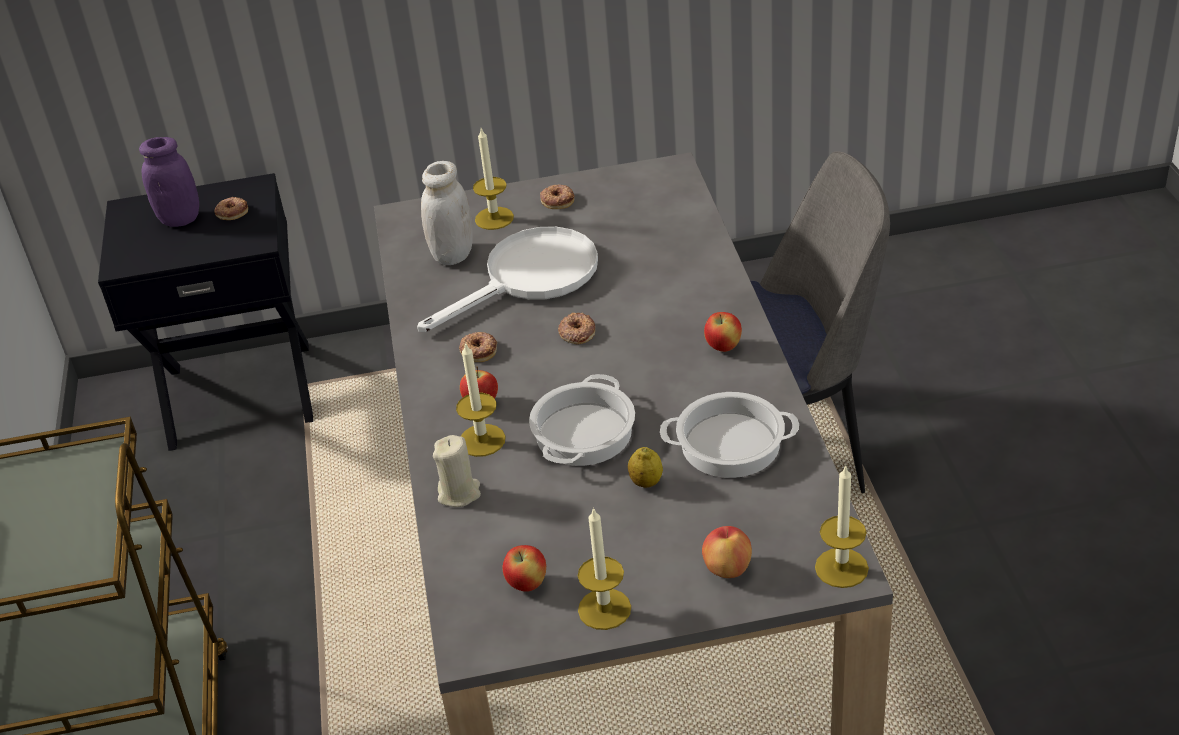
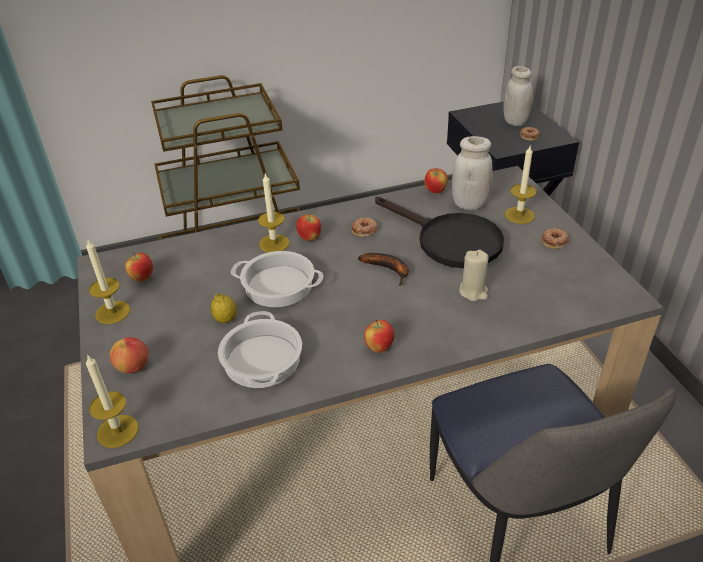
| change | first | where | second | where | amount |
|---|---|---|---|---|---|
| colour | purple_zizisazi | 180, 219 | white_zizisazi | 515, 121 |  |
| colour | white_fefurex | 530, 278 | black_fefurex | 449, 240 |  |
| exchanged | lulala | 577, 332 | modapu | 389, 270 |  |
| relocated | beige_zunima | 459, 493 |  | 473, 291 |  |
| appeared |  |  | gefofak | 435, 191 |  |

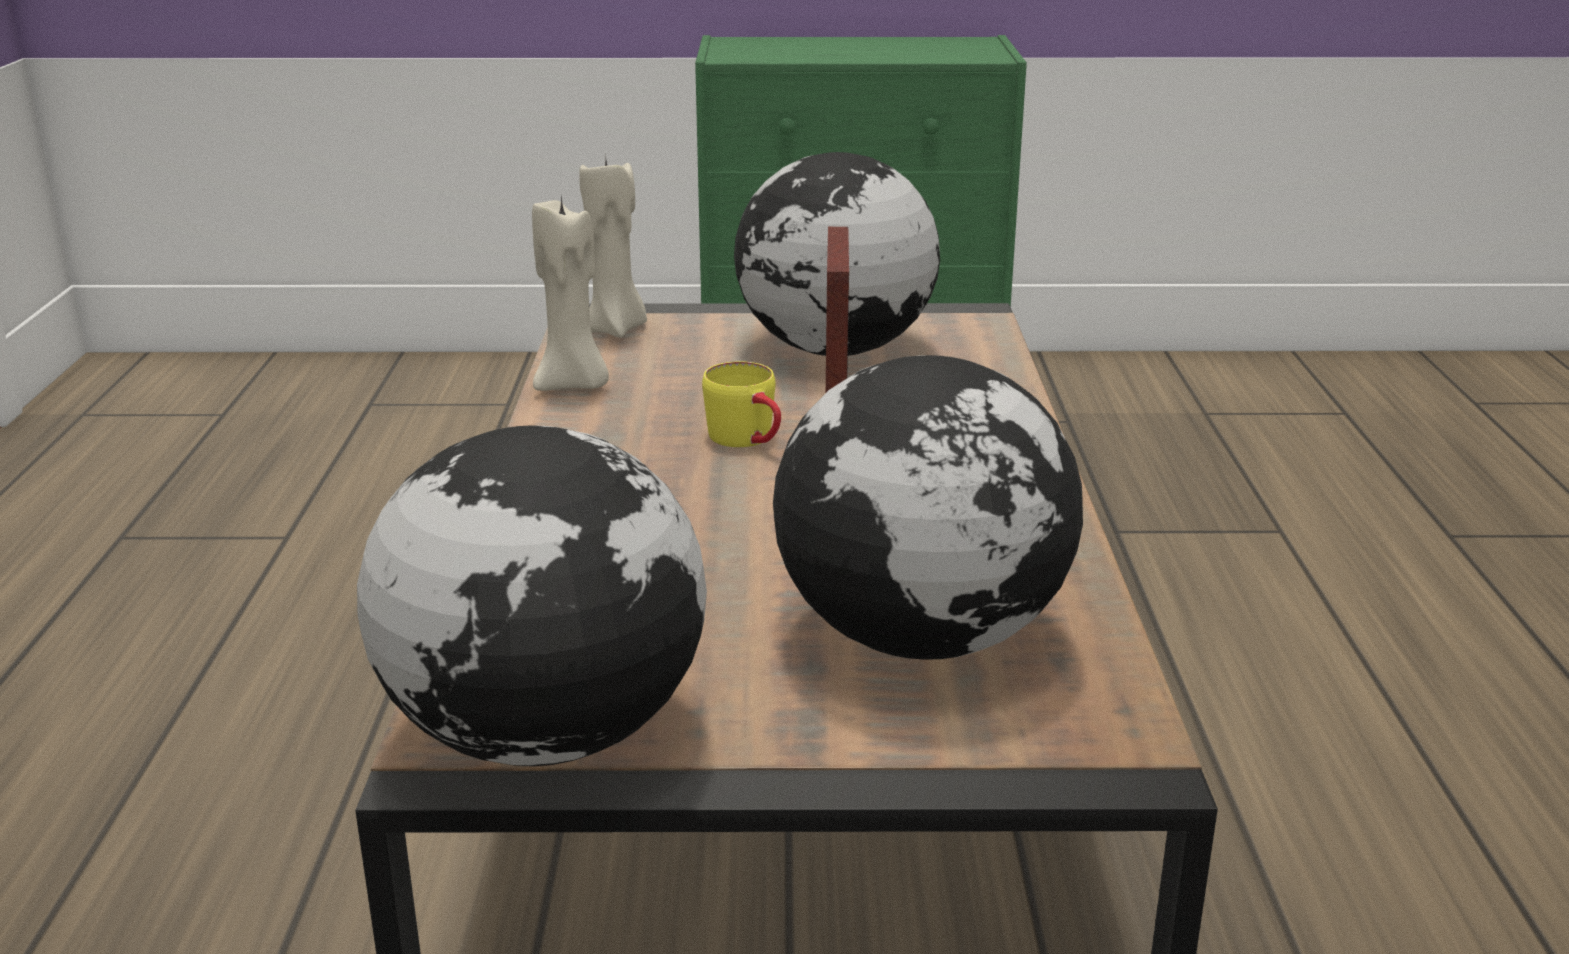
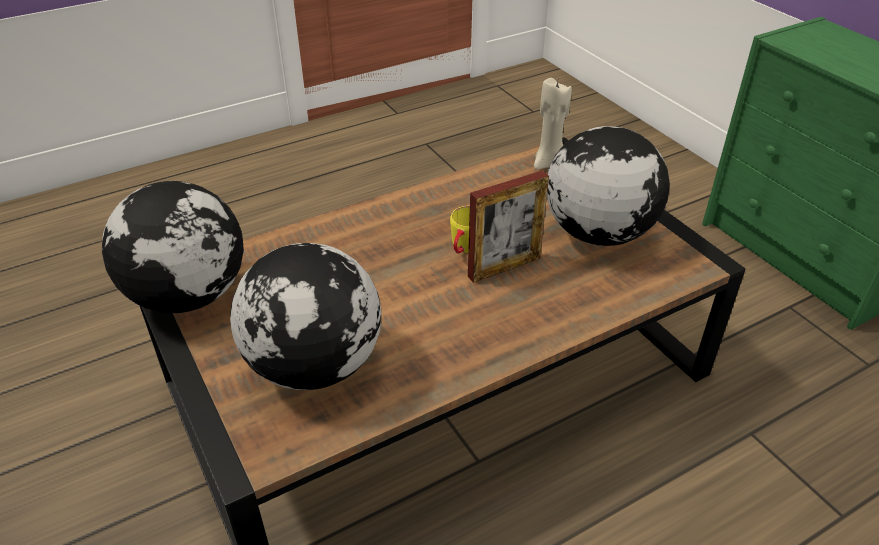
| change | first | where | second | where | amount |
|---|---|---|---|---|---|
| missing | beige_zunima | 574, 385 |  |  |  |

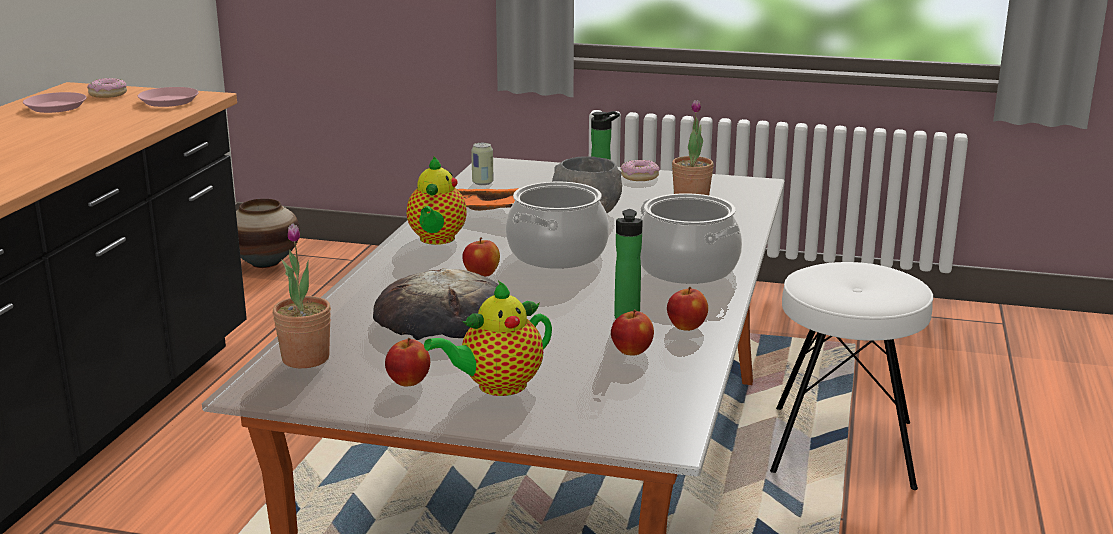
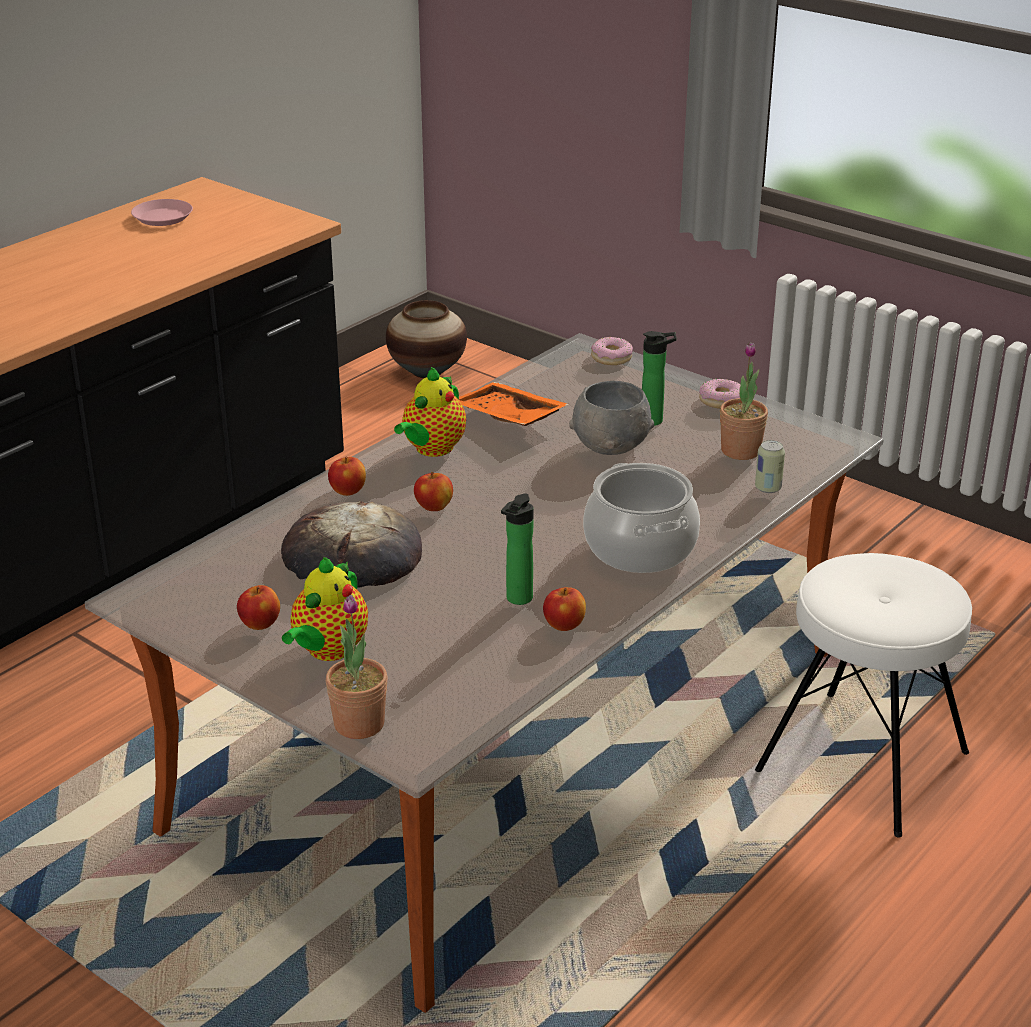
| change | first | where | second | where | amount |
|---|---|---|---|---|---|
| relocated | lulala | 108, 94 |  | 611, 357 |  |
| missing | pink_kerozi | 169, 101 |  |  |  |
| relocated | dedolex | 482, 183 |  | 768, 488 |  |
| missing | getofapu | 556, 254 |  |  |  |
| relocated | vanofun | 305, 358 |  | 359, 724 |  |
| spun | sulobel | 497, 386 |  | 328, 650 | 60 degrees counterclockwise |
| relocated | gefofak | 631, 351 |  | 348, 491 |  |

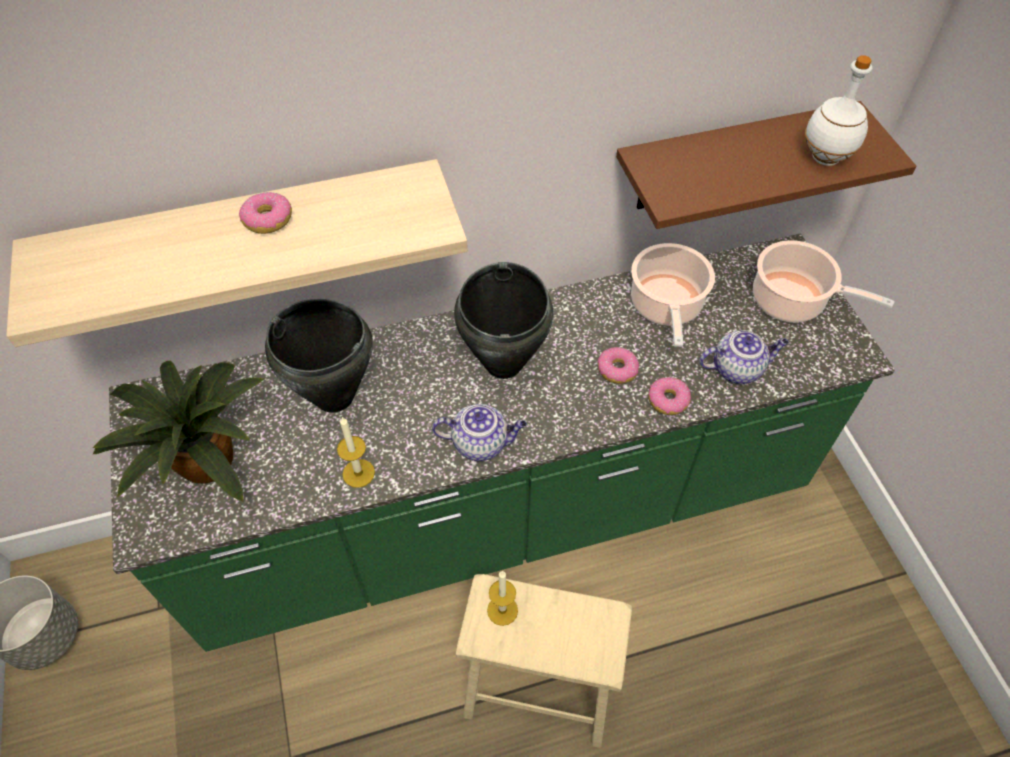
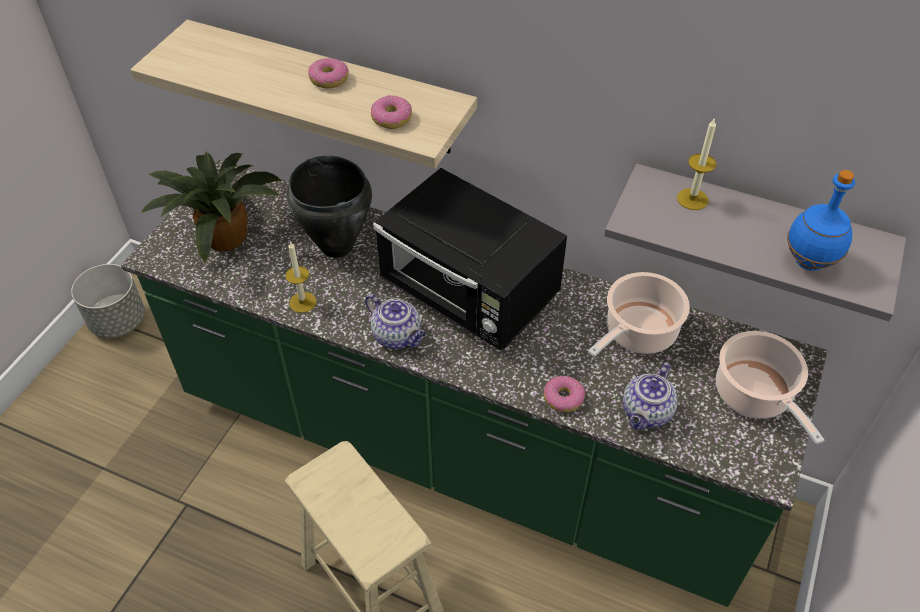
| change | first | where | second | where | amount |
|---|---|---|---|---|---|
| colour | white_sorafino | 825, 158 | blue_sorafino | 808, 262 |  |
| colour | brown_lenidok | 732, 157 | grey_lenidok | 755, 229 |  |
| exchanged | black_getofapu | 504, 363 | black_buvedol | 469, 295 |  |
| spun | sulobel | 737, 368 |  | 646, 413 | 90 degrees clockwise |
| relocated | lulala | 617, 370 |  | 391, 118 |  |
| relocated | zunima | 502, 610 |  | 692, 199 |  |

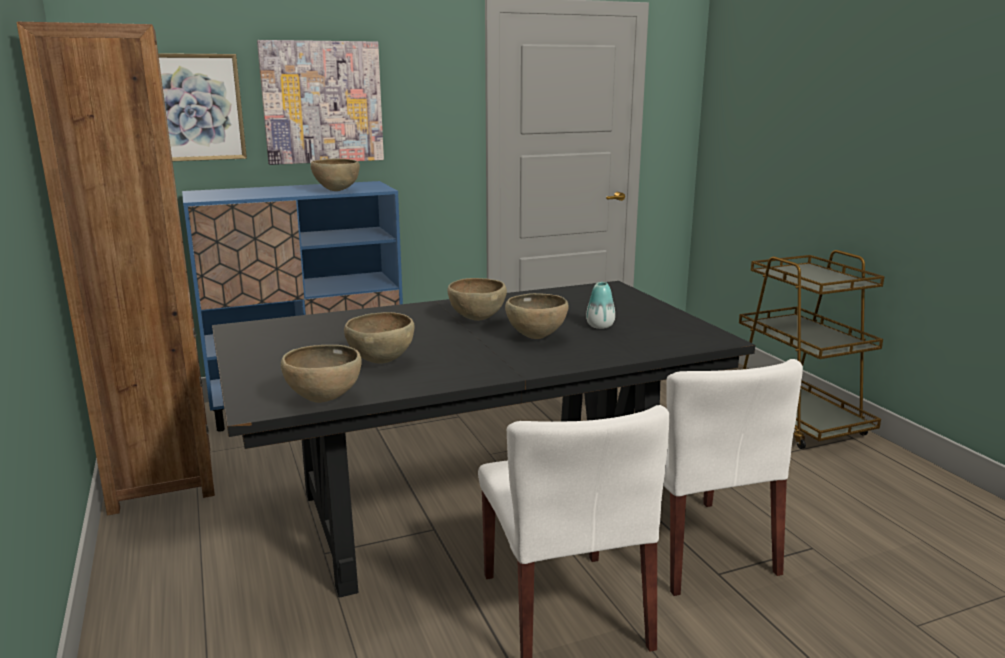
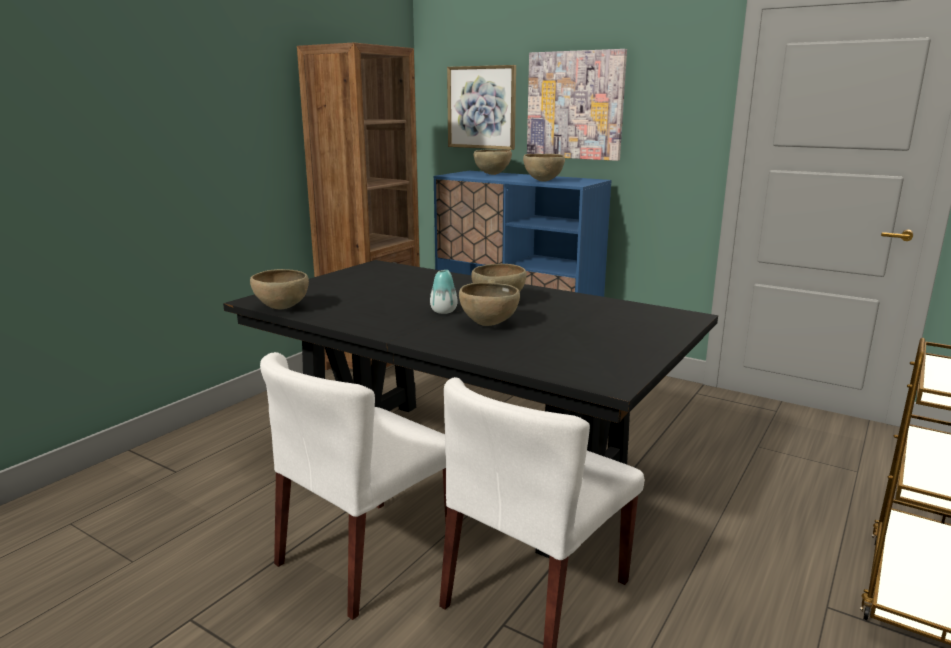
| change | first | where | second | where | amount |
|---|---|---|---|---|---|
| relocated | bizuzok | 600, 326 |  | 443, 311 |  |
| relocated | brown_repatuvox | 381, 361 |  | 492, 174 |  |

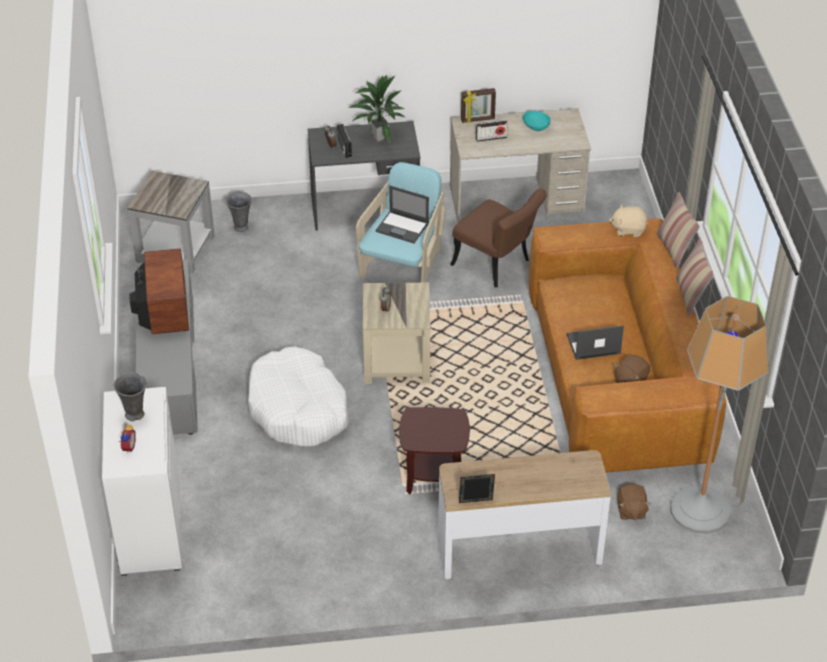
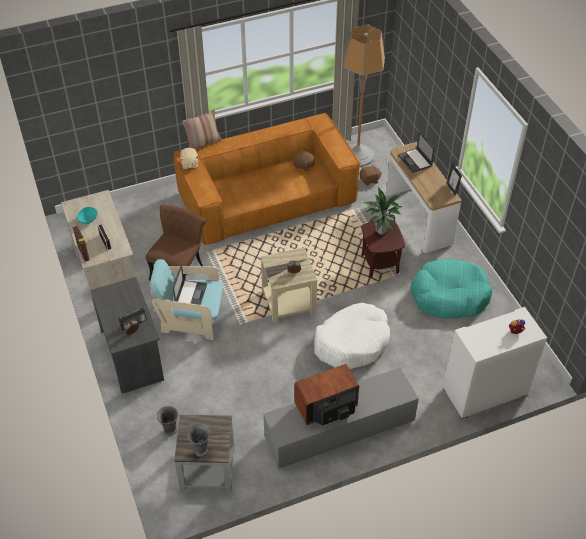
| change | first | where | second | where | amount |
|---|---|---|---|---|---|
| relocated | vanofun | 379, 137 |  | 381, 231 |  |
| missing | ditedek | 690, 296 |  |  |  |
| relocated | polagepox | 592, 344 |  | 415, 161 |  |
| relocated | grey_bizuzok | 135, 415 |  | 201, 450 |  |
| appeared |  |  | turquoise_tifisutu | 449, 296 |  |

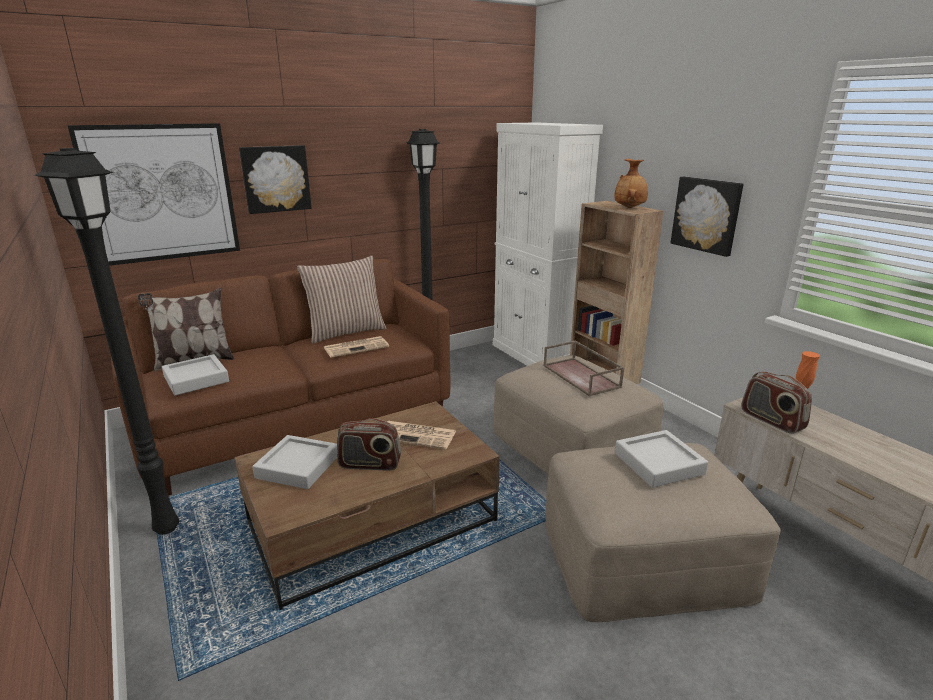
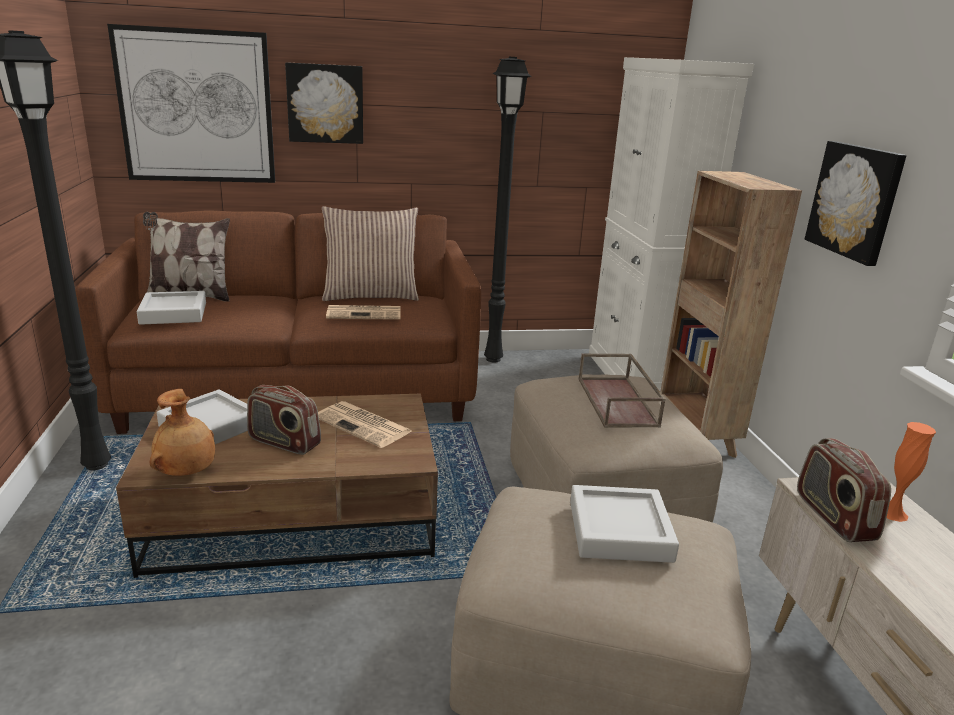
| change | first | where | second | where | amount |
|---|---|---|---|---|---|
| relocated | brown_bizuzok | 630, 208 |  | 187, 472 |  |

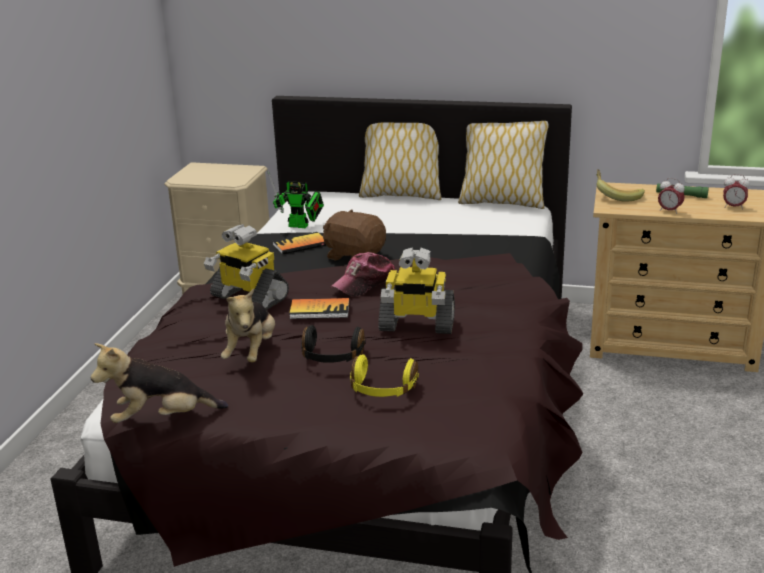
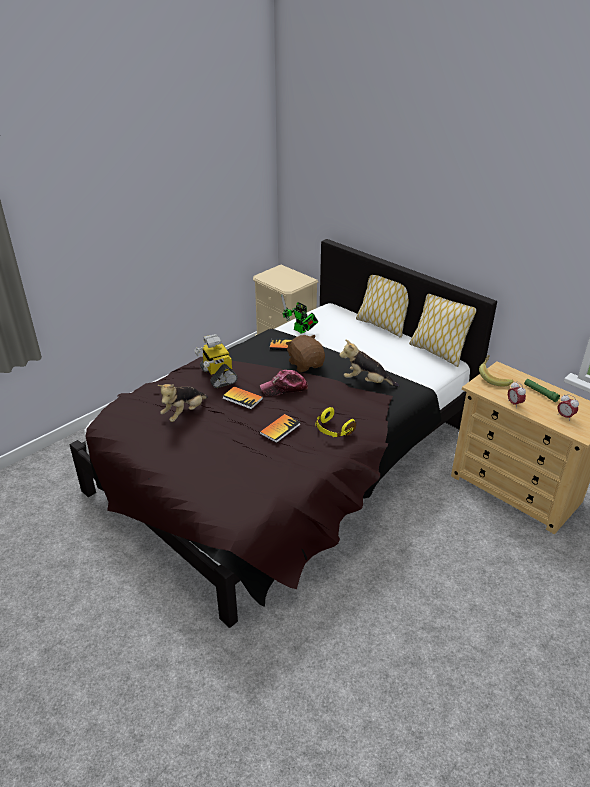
| change | first | where | second | where | amount |
|---|---|---|---|---|---|
| exchanged | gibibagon | 416, 325 | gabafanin | 280, 429 |  |
| missing | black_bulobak | 332, 357 |  |  |  |
| relocated | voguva | 161, 419 |  | 366, 382 |  |
| relocated | yellow_bulobak | 382, 390 |  | 333, 430 |  |

